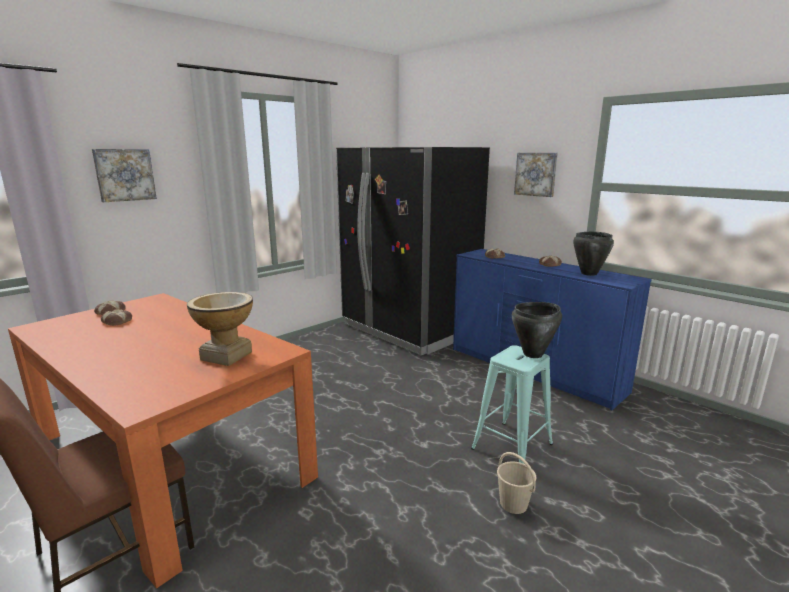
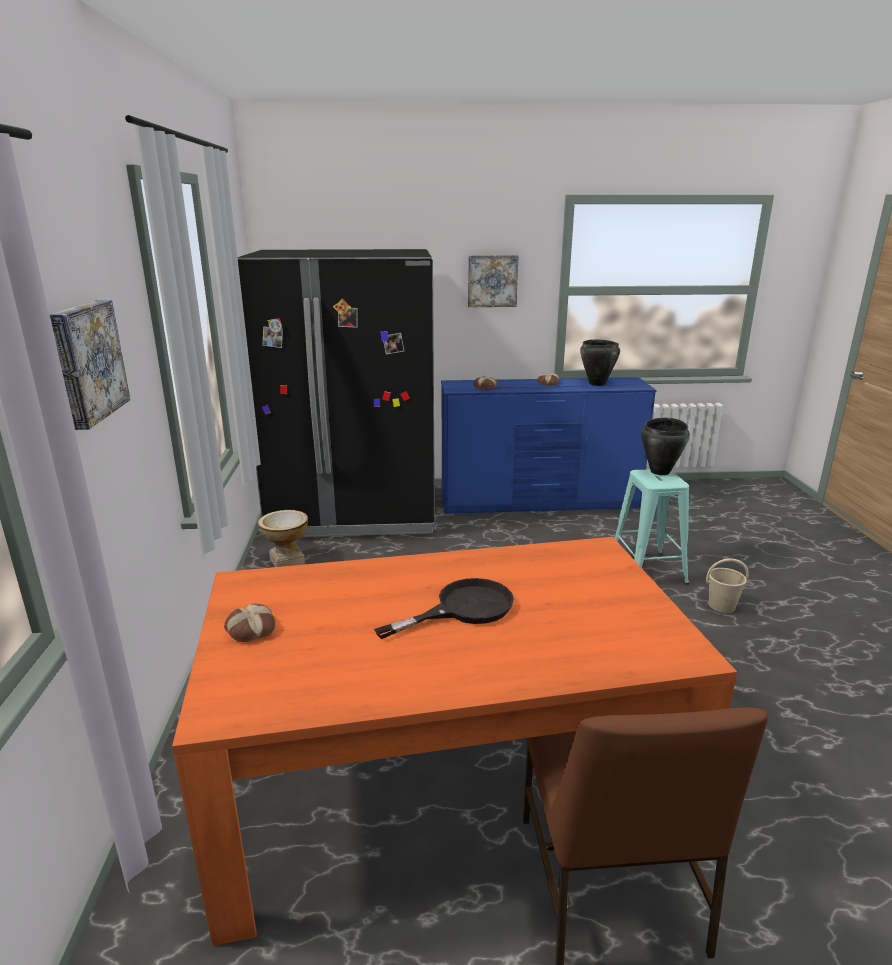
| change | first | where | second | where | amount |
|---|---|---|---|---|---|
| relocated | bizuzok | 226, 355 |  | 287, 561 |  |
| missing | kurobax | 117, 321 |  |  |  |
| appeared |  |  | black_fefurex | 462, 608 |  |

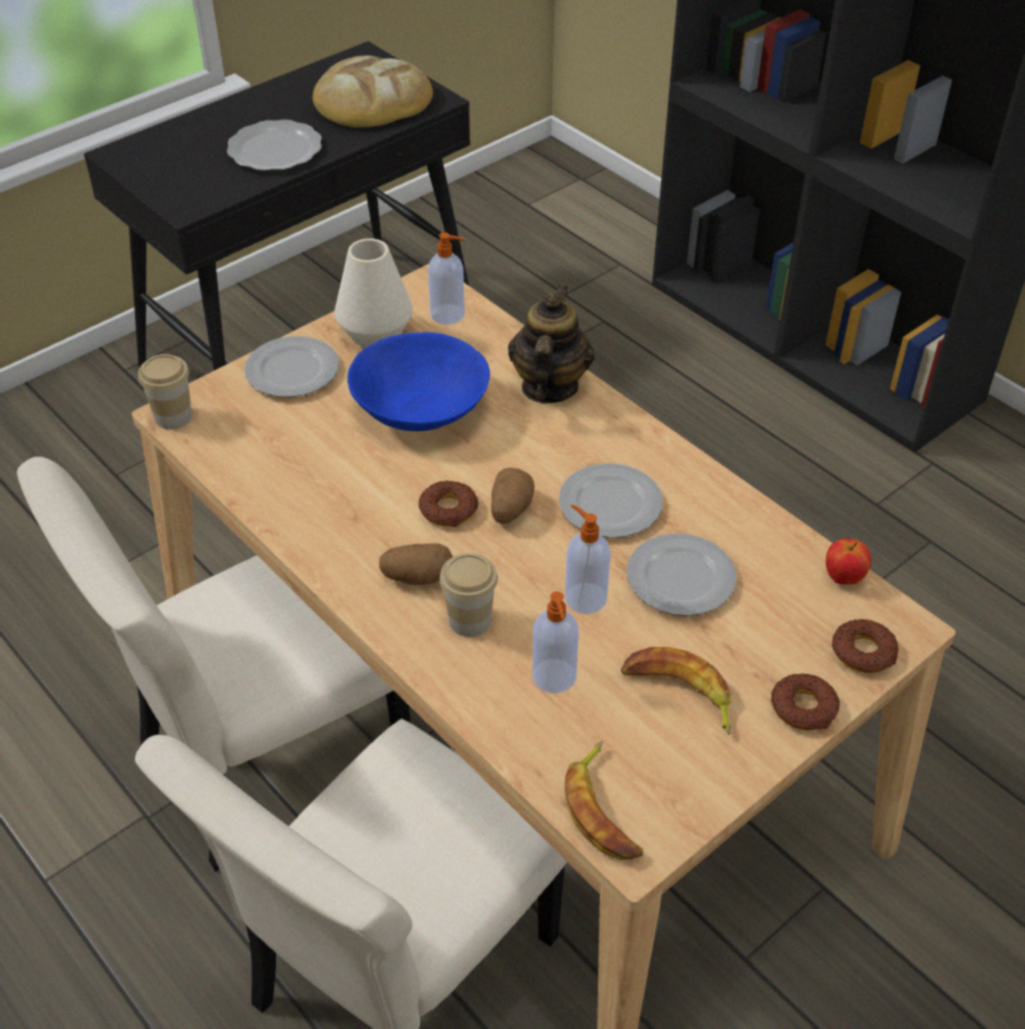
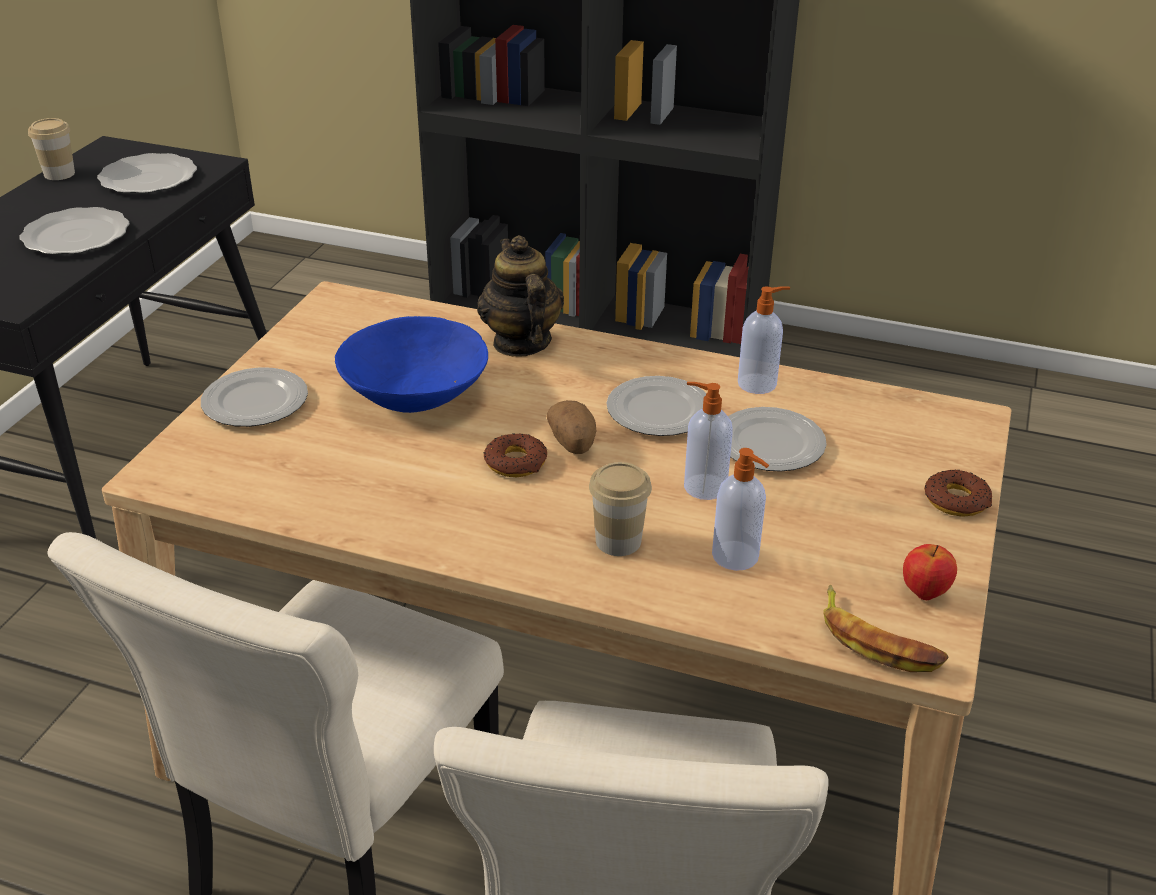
| change | first | where | second | where | amount |
|---|---|---|---|---|---|
| exchanged | kurobax | 372, 100 | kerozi | 148, 178 |  |
| relocated | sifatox | 449, 315 |  | 758, 383 |  |
| missing | white_bizuzok | 376, 334 |  |  |  |
| relocated | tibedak | 173, 417 |  | 59, 174 |  |
| relocated | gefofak | 843, 578 |  | 924, 593 |  |
| missing | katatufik | 417, 577 |  |  |  |
| missing | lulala | 863, 652 |  |  |  |
| missing | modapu | 679, 694 |  |  |  |

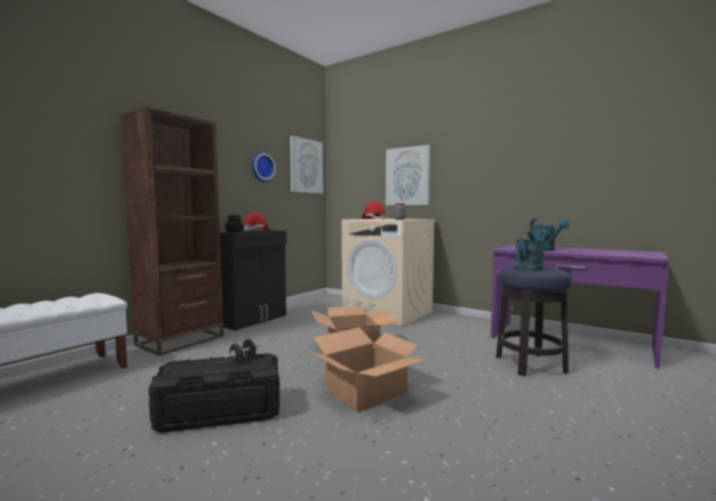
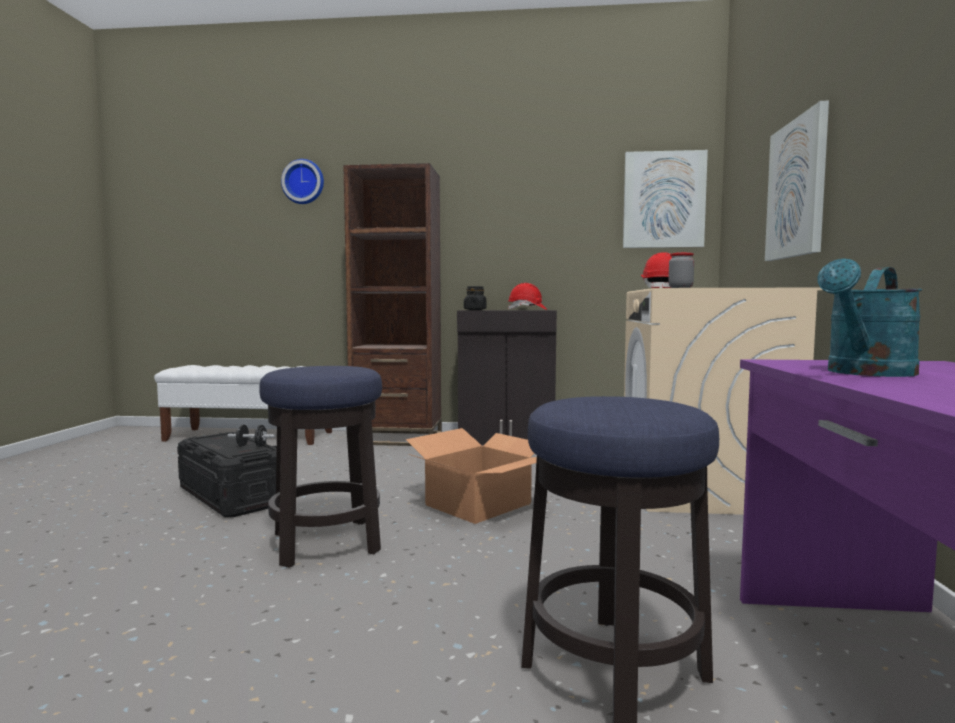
| change | first | where | second | where | amount |
|---|---|---|---|---|---|
| relocated | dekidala | 261, 167 |  | 304, 182 |  |
| missing | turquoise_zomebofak | 530, 268 |  |  |  |
| exchanged | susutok | 366, 392 | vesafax | 326, 543 |  |

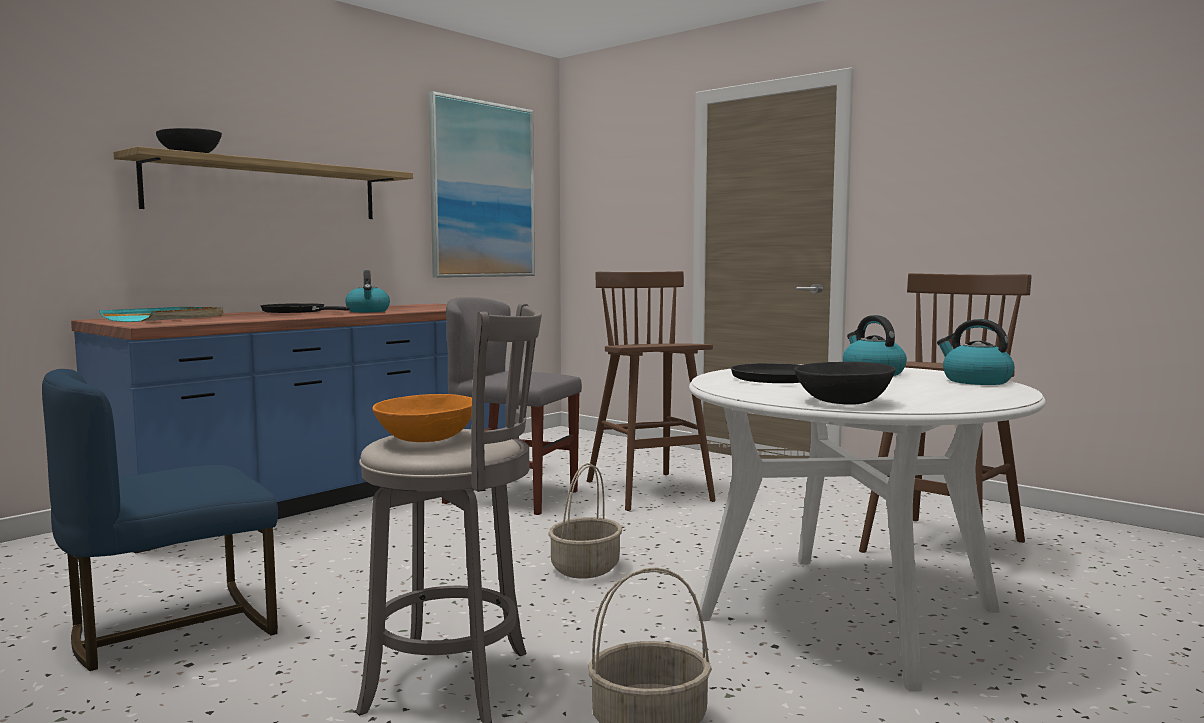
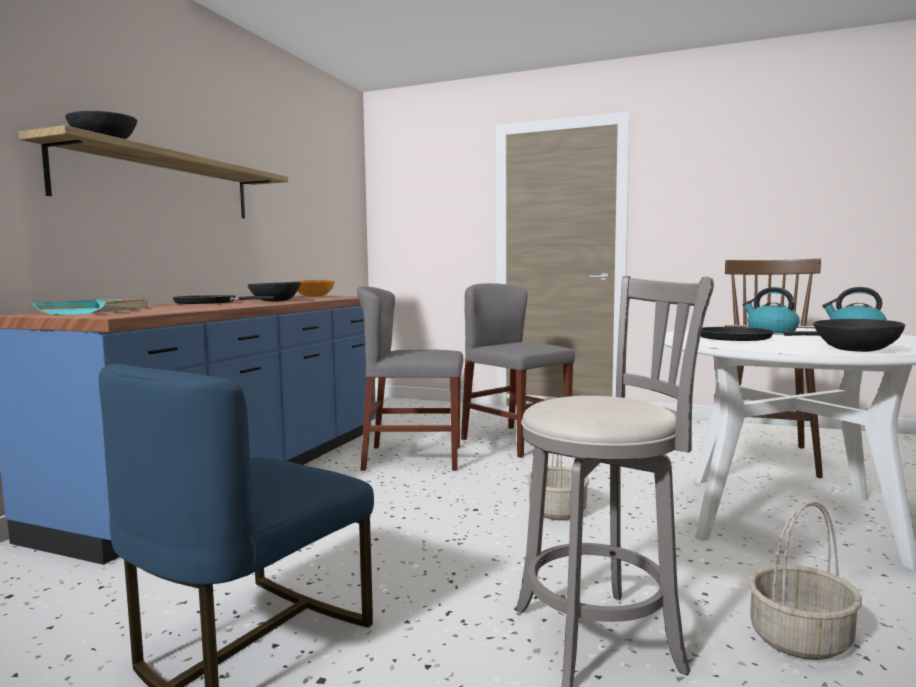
| change | first | where | second | where | amount |
|---|---|---|---|---|---|
| missing | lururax | 482, 190 |  |  |  |
| exchanged | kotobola | 368, 311 | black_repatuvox | 275, 301 |  |
| exchanged | brown_vesafax | 649, 492 | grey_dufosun | 515, 441 |  |
| relocated | orange_repatuvox | 425, 439 |  | 313, 296 |  |

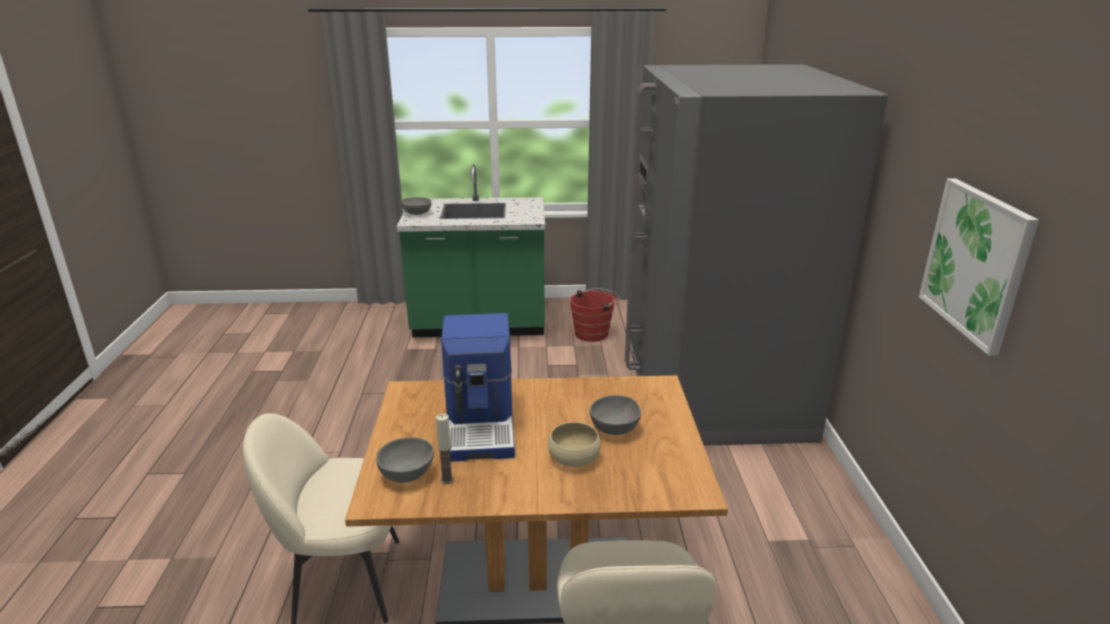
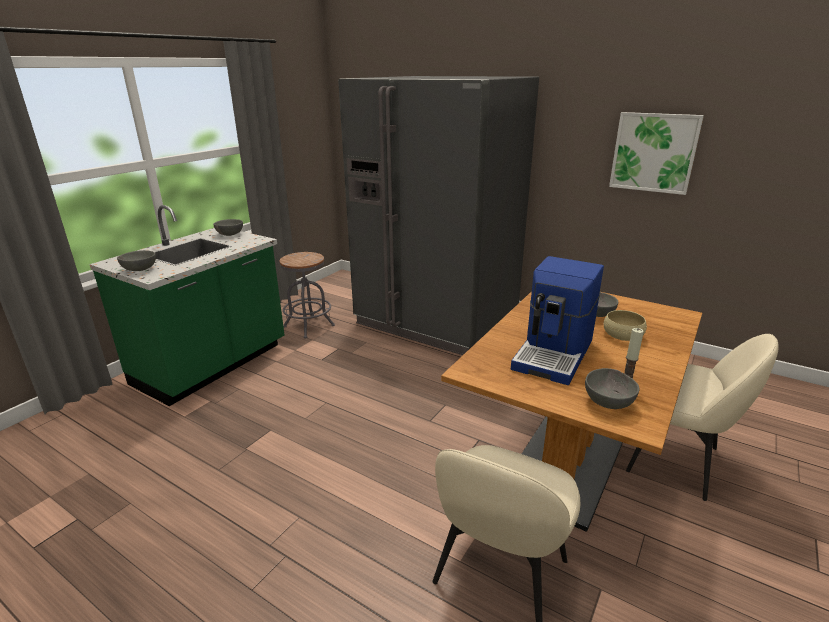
| change | first | where | second | where | amount |
|---|---|---|---|---|---|
| exchanged | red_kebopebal | 594, 333 | grey_vesafax | 309, 326 |  |
| spun | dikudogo | 482, 425 |  | 555, 354 | 90 degrees clockwise |
| appeared |  |  | grey_repatuvox | 229, 235 |  |

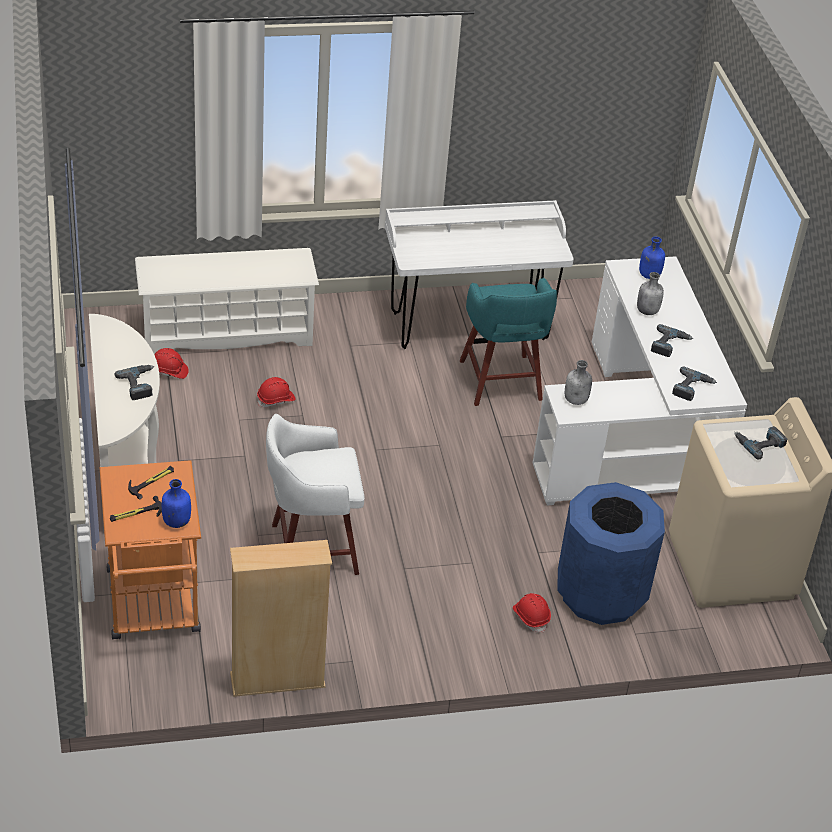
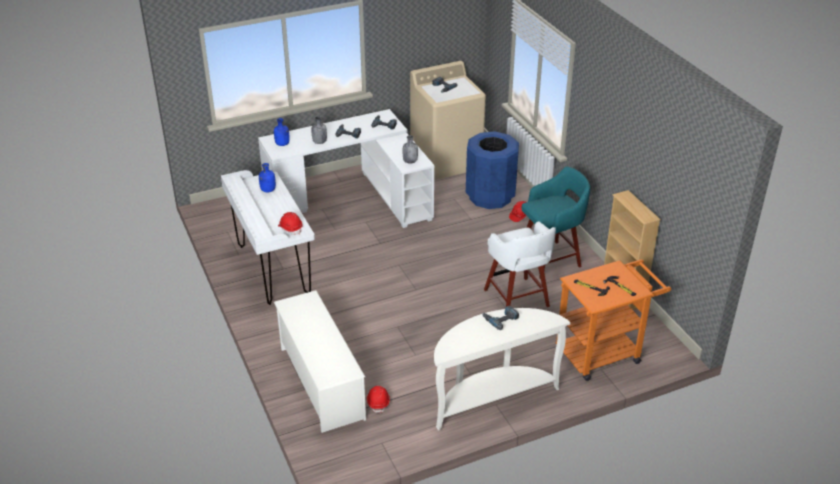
| change | first | where | second | where | amount |
|---|---|---|---|---|---|
| relocated | turquoise_vesafax | 501, 382 |  | 551, 259 |  |
| relocated | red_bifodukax | 276, 400 |  | 290, 228 |  |
| relocated | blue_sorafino | 176, 521 |  | 267, 190 |  |

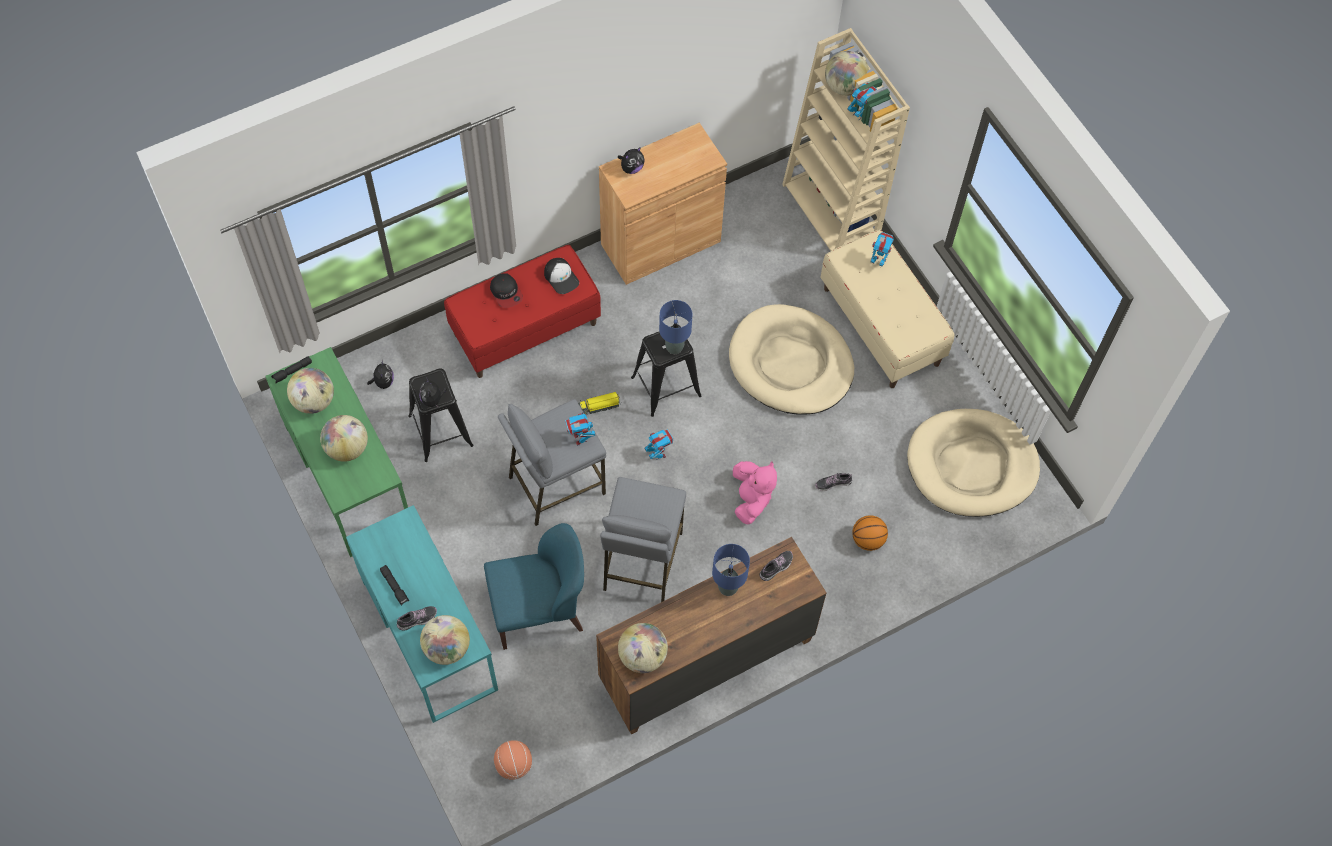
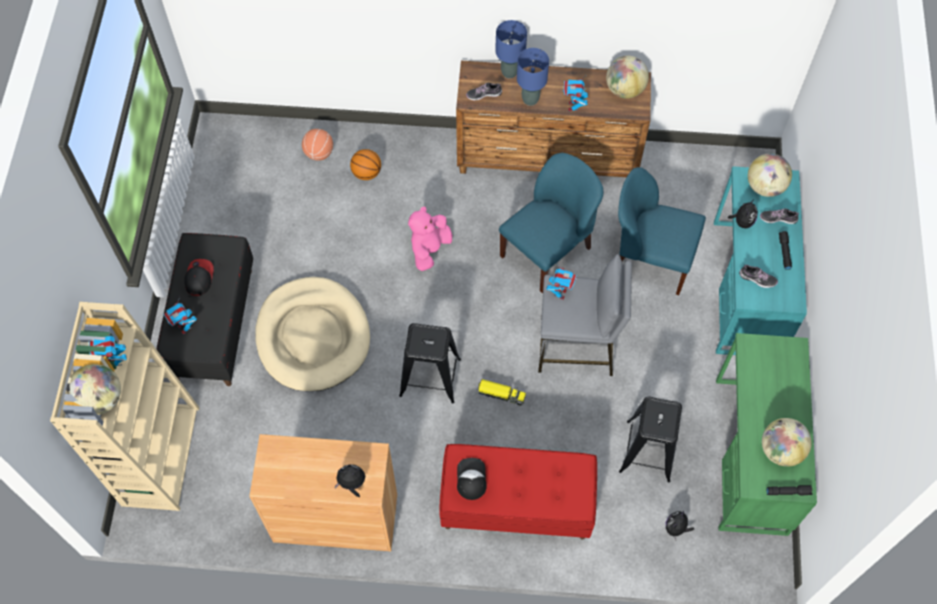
| change | first | where | second | where | amount |
|---|---|---|---|---|---|
| colour | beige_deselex | 881, 326 | black_deselex | 213, 324 |  |
| relocated | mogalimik | 506, 292 |  | 199, 278 |  |
| relocated | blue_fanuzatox | 674, 347 |  | 509, 72 |  |
| relocated | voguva | 433, 400 |  | 742, 221 |  |
| missing | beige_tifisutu | 971, 465 |  |  |  |
| missing | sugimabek | 347, 448 |  |  |  |
| relocated | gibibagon | 658, 454 |  | 573, 106 |  |
| relocated | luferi | 833, 483 |  | 757, 279 |  |
| exchanged | grey_vesafax | 641, 561 | blue_dufosun | 547, 251 |  |
| relocated | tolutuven | 514, 765 |  | 319, 153 |  |

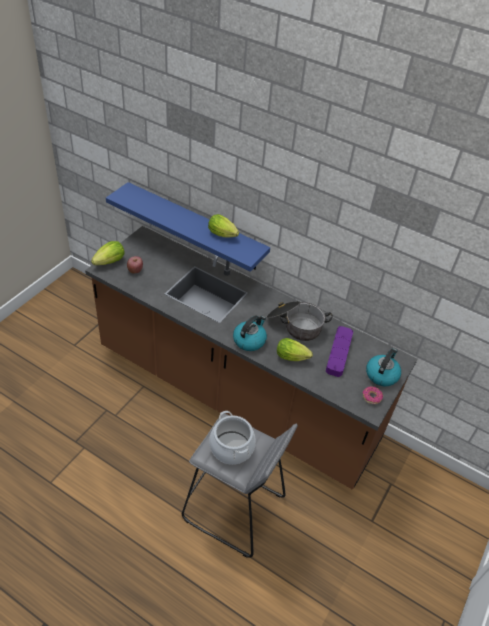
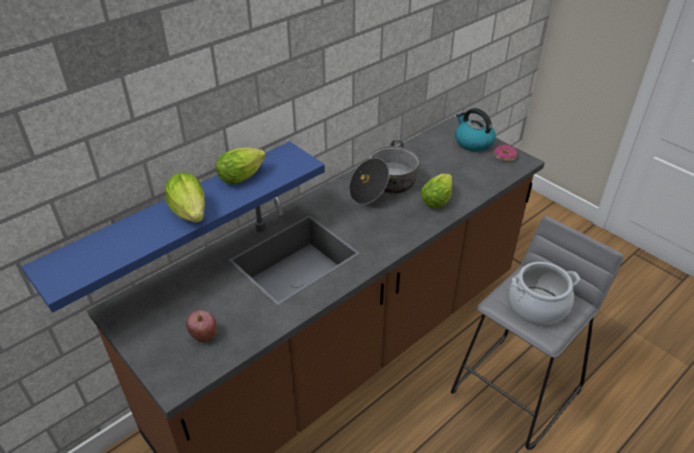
| change | first | where | second | where | amount |
|---|---|---|---|---|---|
| relocated | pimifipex | 110, 262 |  | 190, 212 |  |
| missing | kotobola | 249, 340 |  |  |  |
| missing | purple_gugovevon | 339, 353 |  |  |  |

